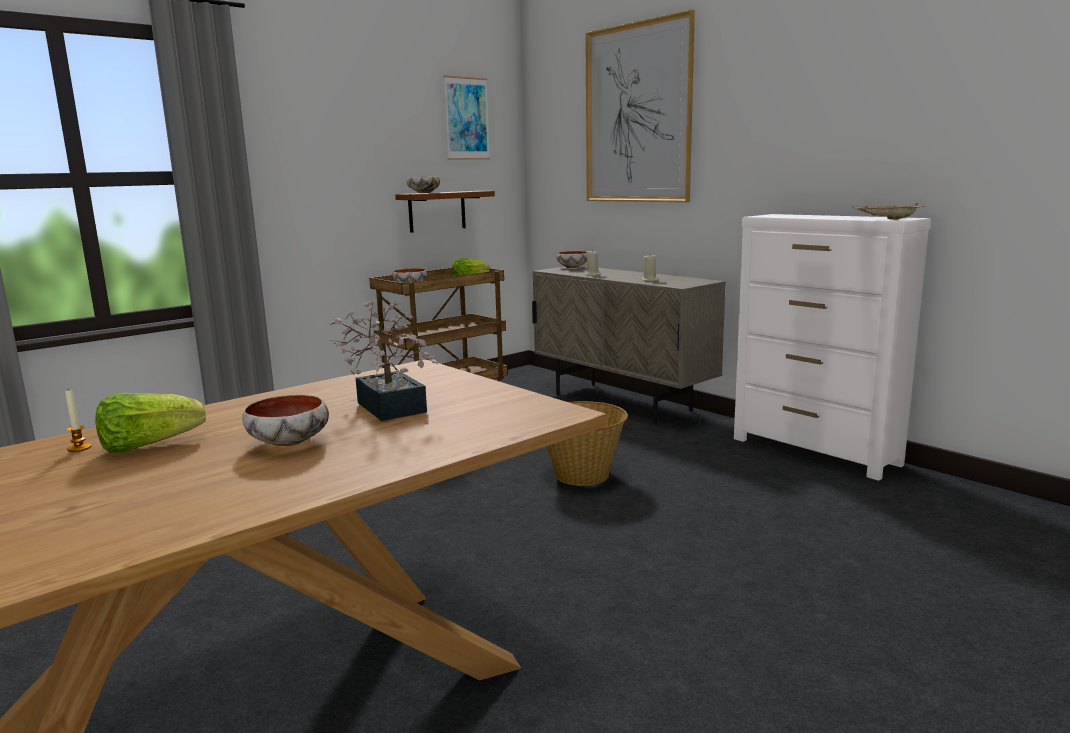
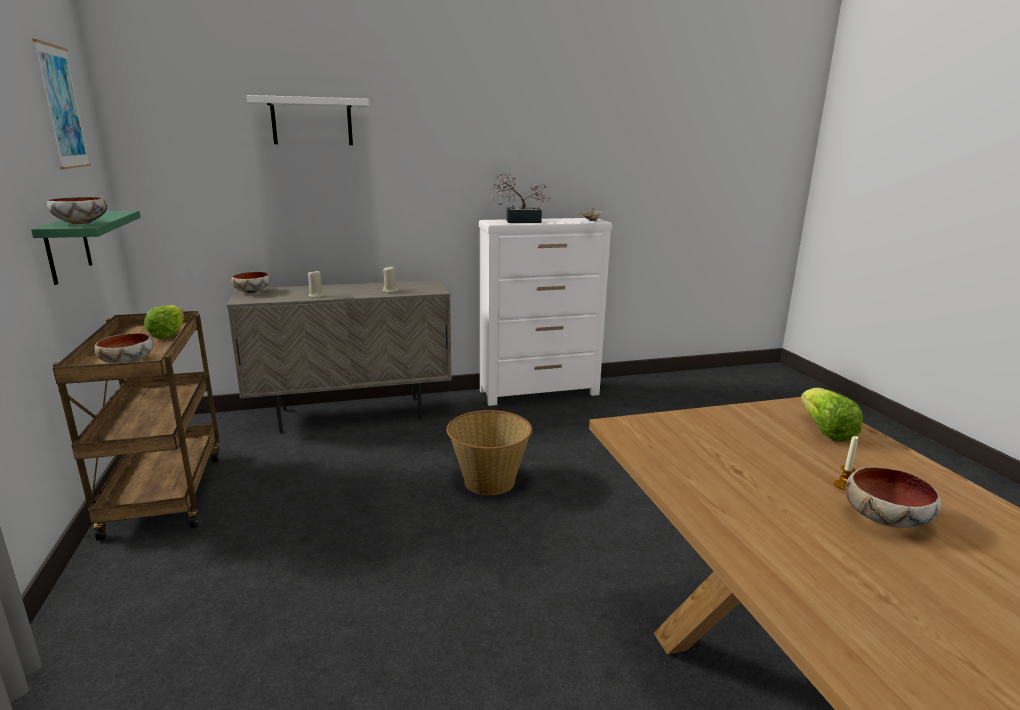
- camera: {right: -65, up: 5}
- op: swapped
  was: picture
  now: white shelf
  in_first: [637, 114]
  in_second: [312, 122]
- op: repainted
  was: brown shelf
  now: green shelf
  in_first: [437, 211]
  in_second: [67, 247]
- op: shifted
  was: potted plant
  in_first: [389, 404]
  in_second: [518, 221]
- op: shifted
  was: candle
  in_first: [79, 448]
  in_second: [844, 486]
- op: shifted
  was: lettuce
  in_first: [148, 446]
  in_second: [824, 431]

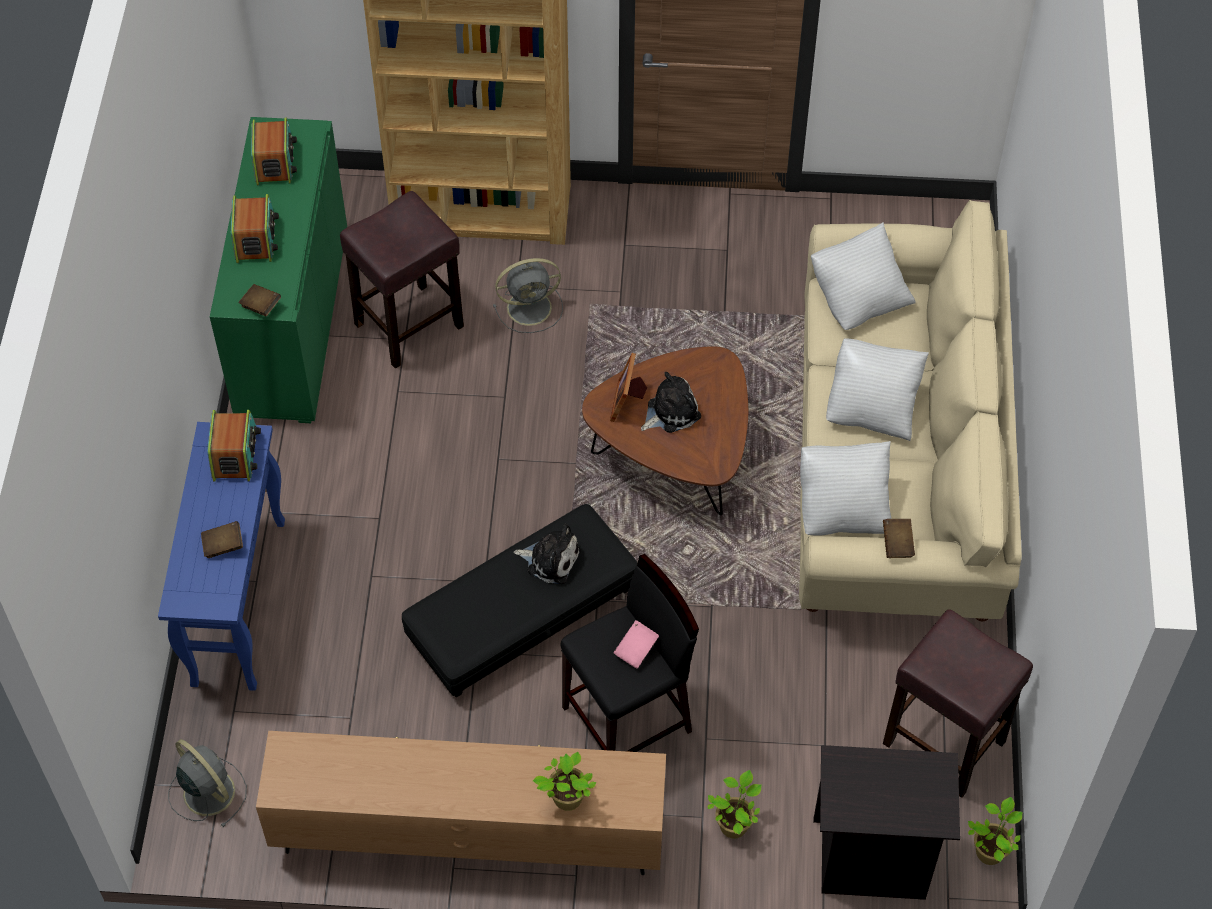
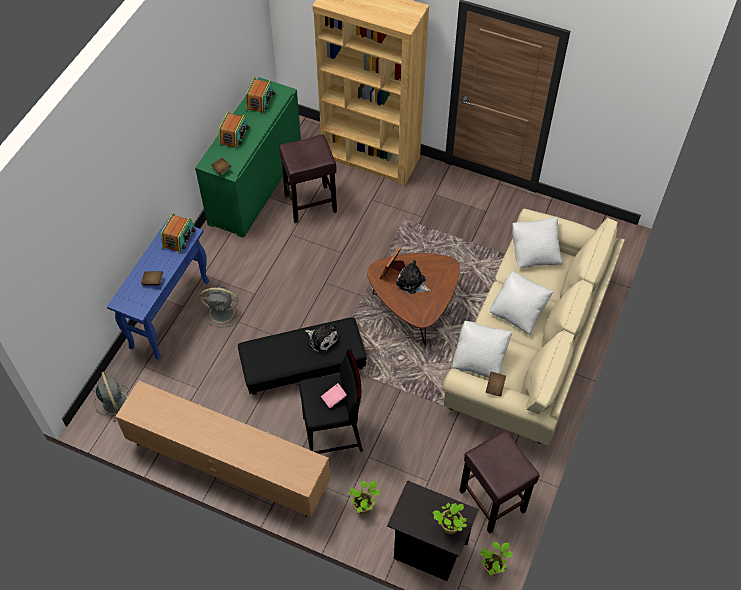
- camera: {right: 20, up: 0}
- op: shifted
  was: grey fan
  in_first: [531, 307]
  in_second: [223, 312]
- op: rotated
  was: plush toy
  in_first: [670, 411]
  in_second: [412, 283]
  clockwise: -135
- op: shifted
  was: potted plant
  in_first: [566, 799]
  in_second: [449, 527]

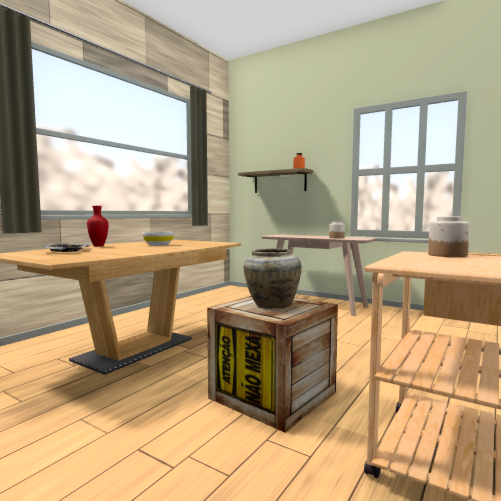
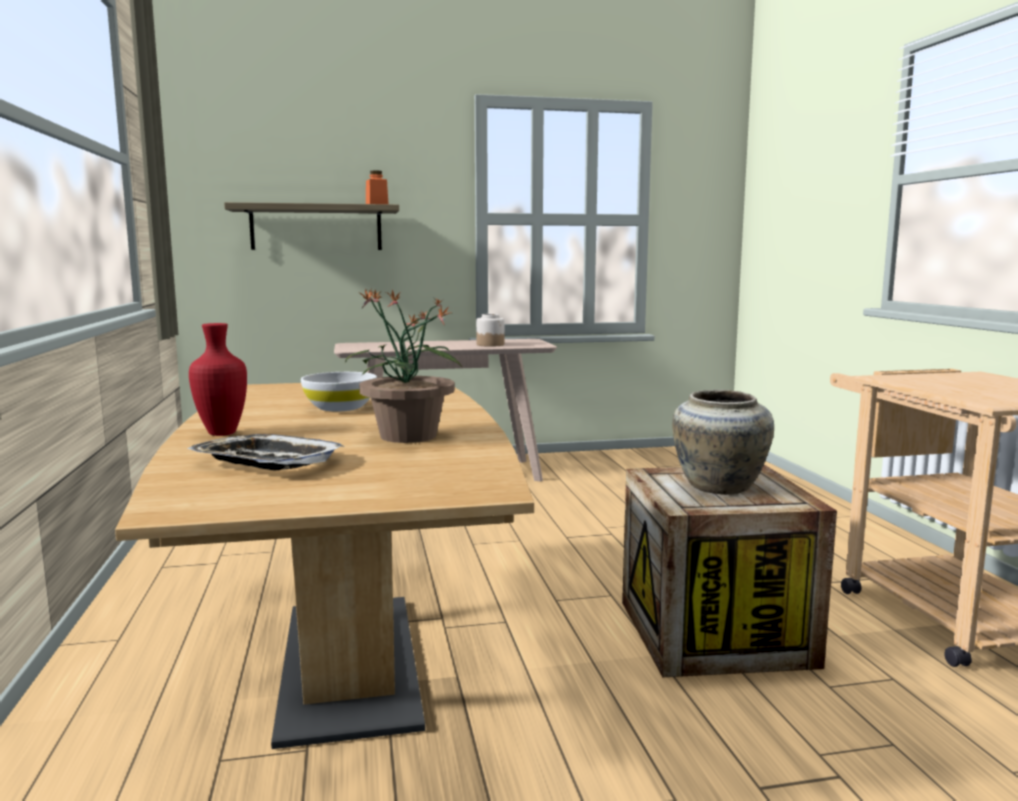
- camera: {right: -45, up: 5}
- op: gone
  was: jar
  in_first: [448, 255]
- op: new
  now: potted plant
  in_second: [408, 436]

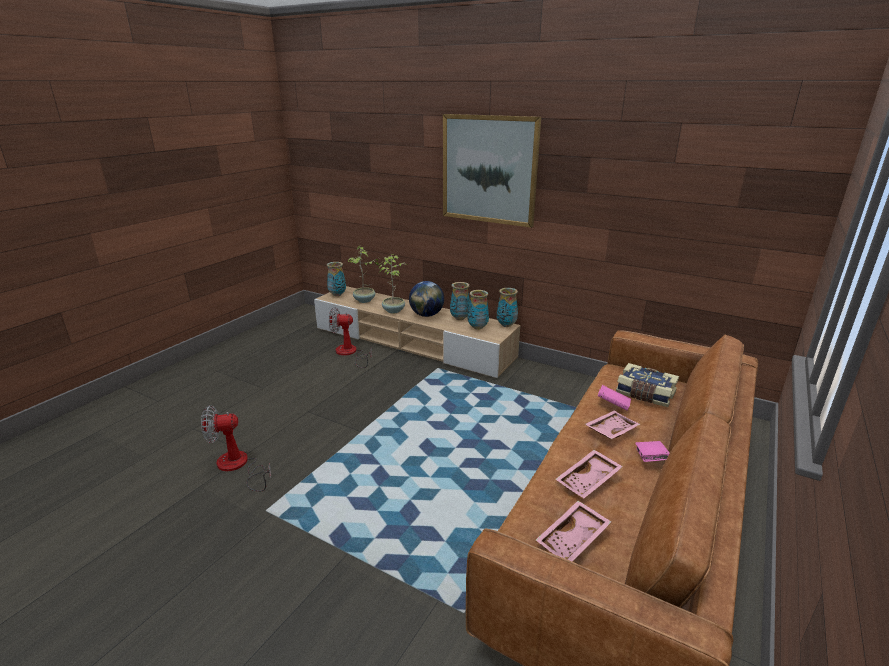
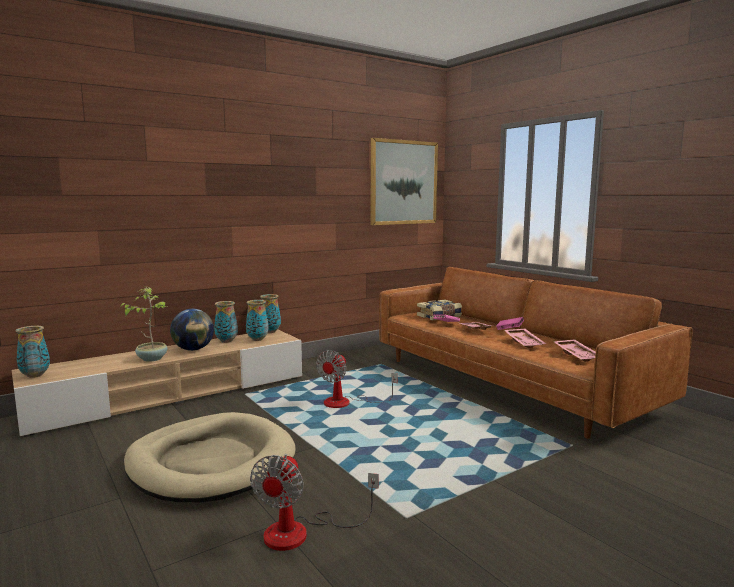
- camera: {right: -65, up: -15}
- op: shifted
  was: picture
  in_first: [489, 170]
  in_second: [403, 182]
- op: gone
  was: potted plant
  in_first: [364, 300]
- op: shifted
  was: fan
  in_first: [350, 353]
  in_second: [346, 403]
- op: new
  now: beige dog bed
  in_second: [211, 463]

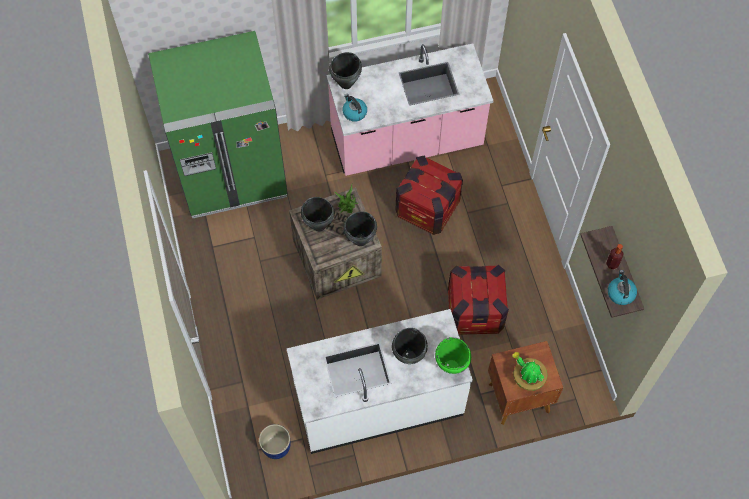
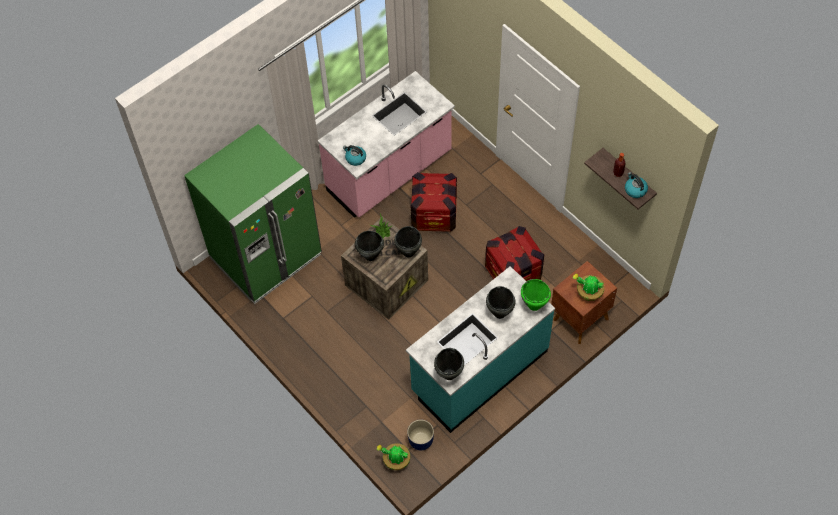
- camera: {right: -25, up: -5}
- op: shifted
  was: black cooking pot
  in_first: [346, 84]
  in_second: [449, 374]
- op: repainted
  was: white counter
  now: turquoise counter
  in_first: [378, 401]
  in_second: [479, 371]
- op: new
  now: potted plant
  in_second: [395, 461]

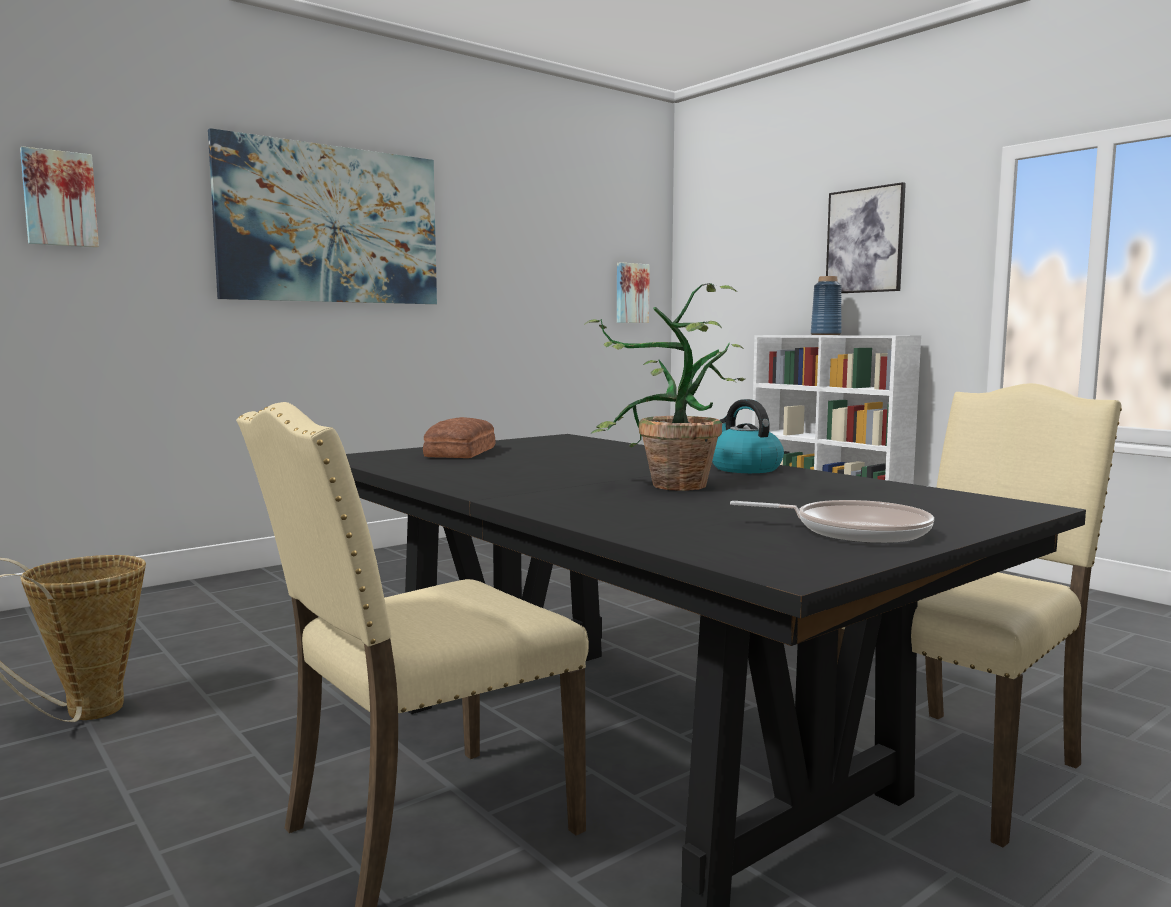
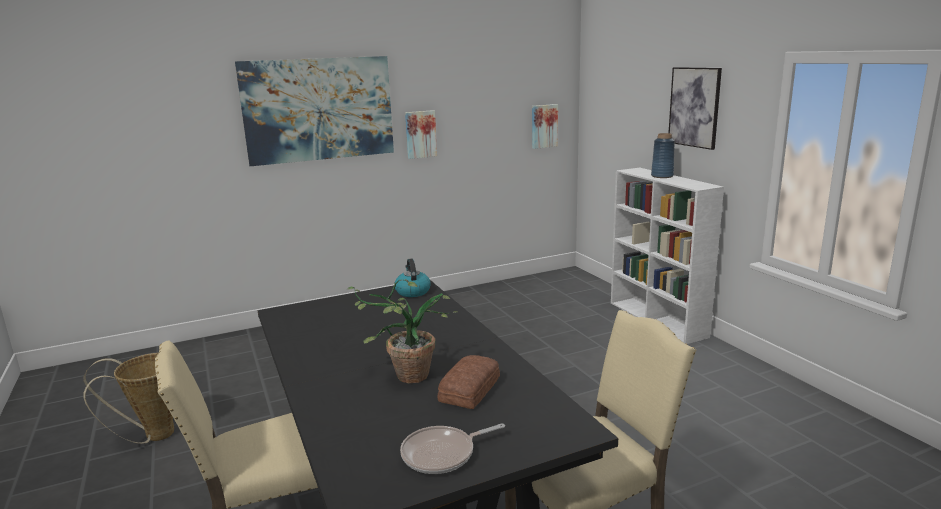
- camera: {right: 15, up: 10}
- op: shifted
  was: picture
  in_first: [59, 199]
  in_second: [420, 134]
- op: shifted
  was: kettle
  in_first: [744, 468]
  in_second: [412, 291]
- op: shifted
  was: bread
  in_first: [462, 452]
  in_second: [471, 389]
- op: rotated
  was: frying pan
  in_first: [853, 531]
  in_second: [442, 454]
  clockwise: 120

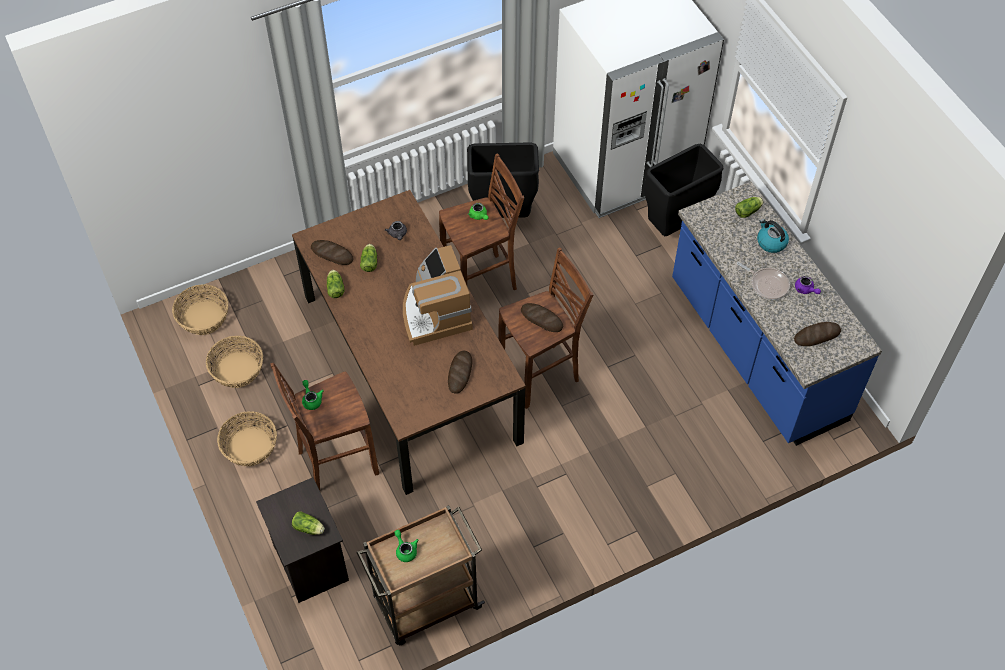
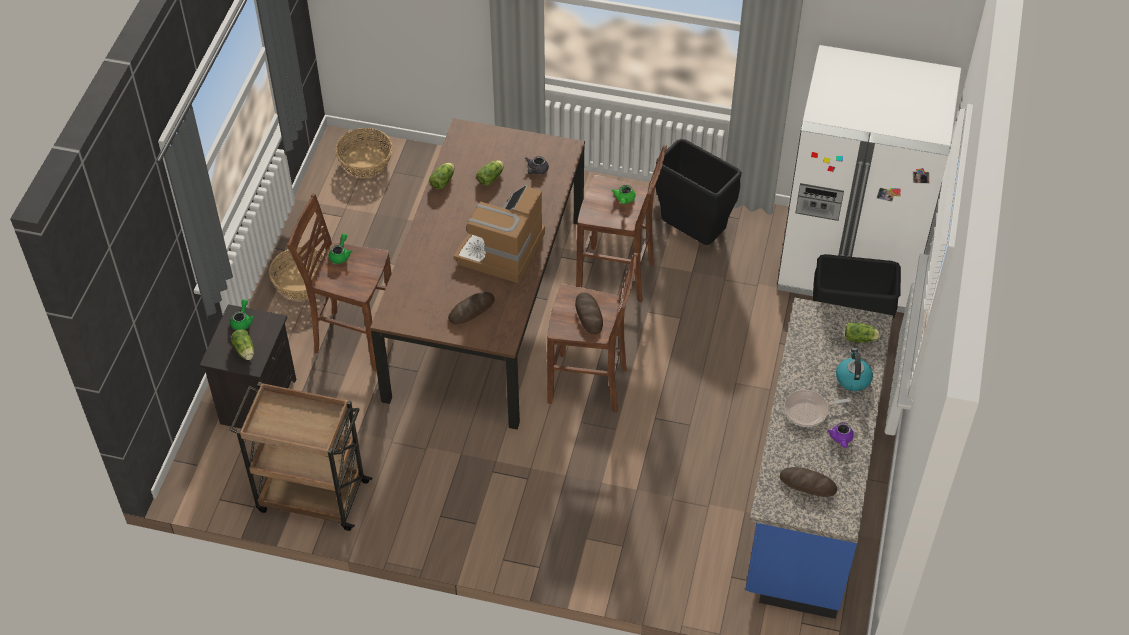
- camera: {right: 40, up: -5}
- op: gone
  was: bread
  in_first: [332, 254]
- op: rotated
  was: frying pan
  in_first: [767, 284]
  in_second: [808, 411]
  clockwise: 90
- op: gone
  was: basket
  in_first: [238, 369]
- op: shifted
  was: green teapot
  in_first: [405, 550]
  in_second: [242, 321]

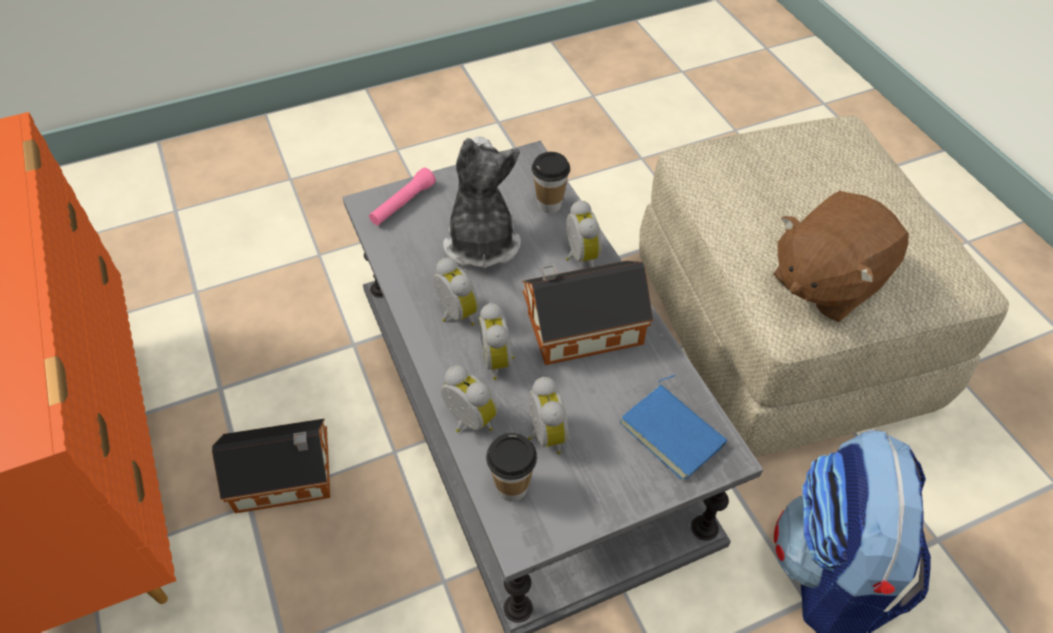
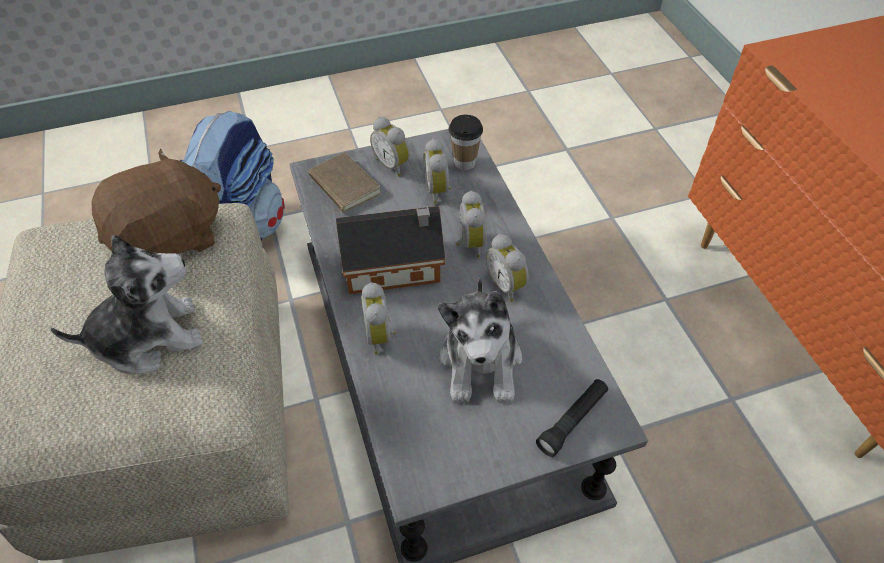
- camera: {right: -175, up: 0}
- op: gone
  was: cup
  in_first: [549, 205]
- op: repainted
  was: pink flashlight
  now: black flashlight
  in_first: [403, 204]
  in_second: [572, 421]
- op: shifted
  was: alarm clock
  in_first: [468, 422]
  in_second: [393, 165]
- op: repainted
  was: blue book
  now: brown book
  in_first: [674, 432]
  in_second: [342, 186]
- op: gone
  was: toy house
  in_first: [287, 478]
- op: new
  now: plush toy
  in_second: [149, 337]

